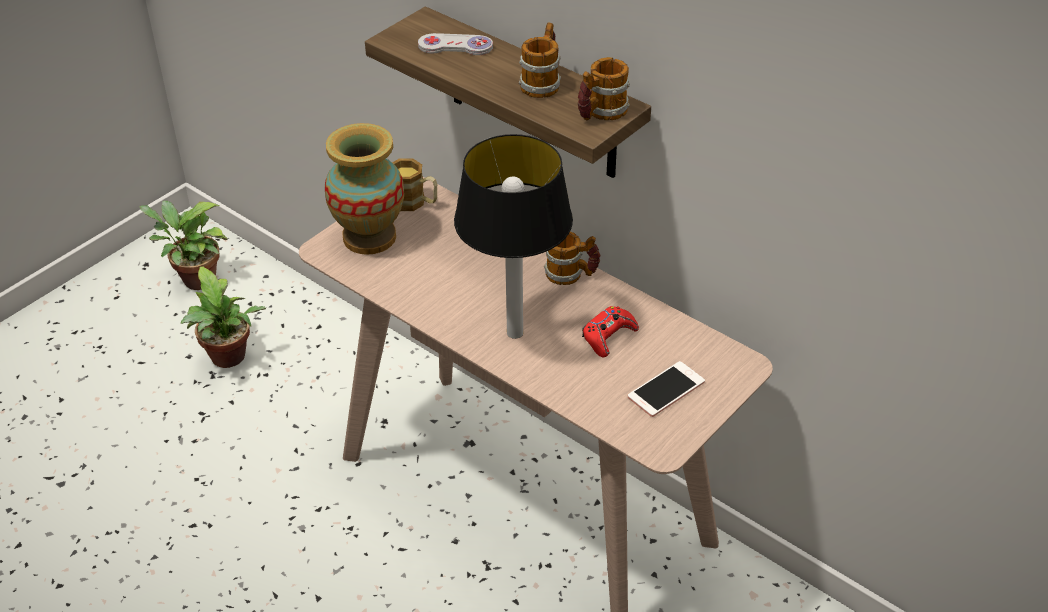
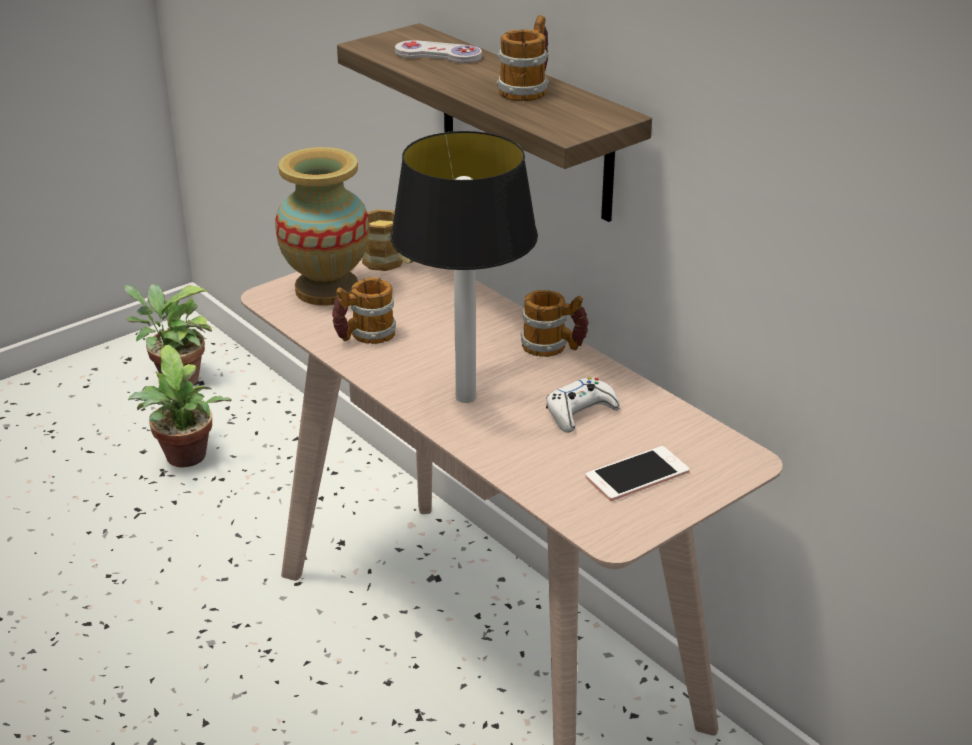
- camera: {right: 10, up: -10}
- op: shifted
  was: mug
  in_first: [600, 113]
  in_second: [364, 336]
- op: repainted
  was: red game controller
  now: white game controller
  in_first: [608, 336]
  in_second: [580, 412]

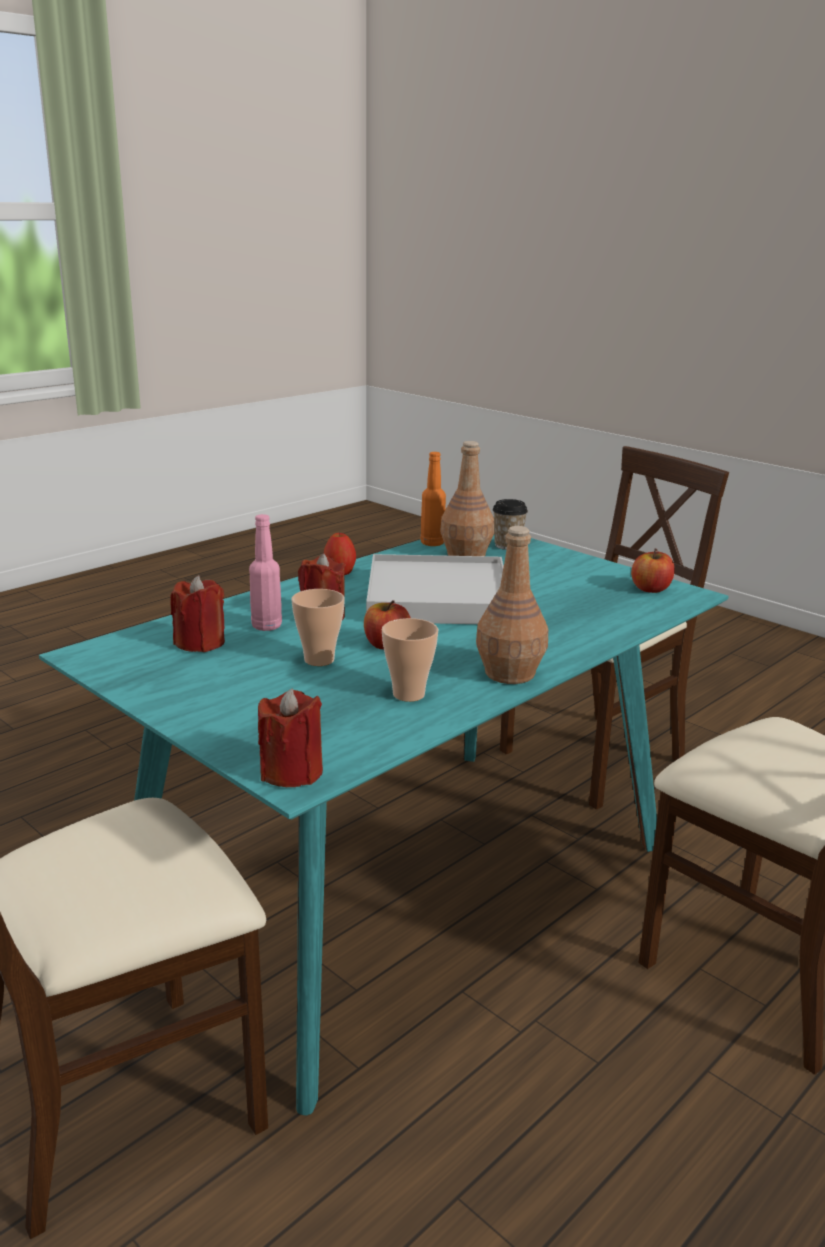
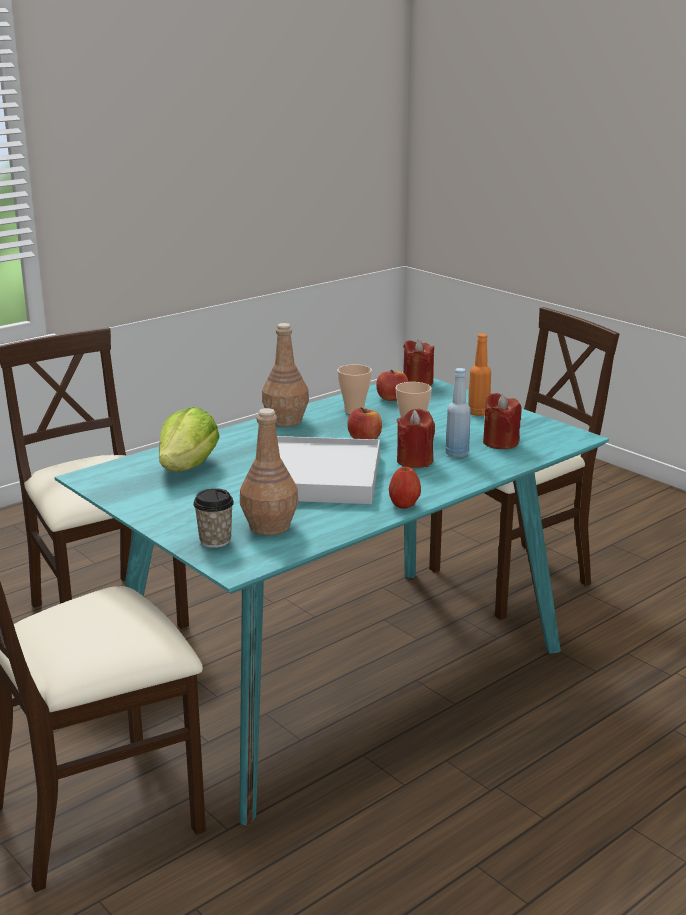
- camera: {right: -175, up: 0}
- op: shifted
  was: orange bottle
  in_first: [432, 543]
  in_second: [478, 413]
- op: repainted
  was: pink bottle
  now: blue bottle
  in_first: [266, 626]
  in_second: [456, 454]
- op: shifted
  was: apple
  in_first: [651, 589]
  in_second: [392, 398]
- op: new
  now: lettuce
  in_second: [188, 467]

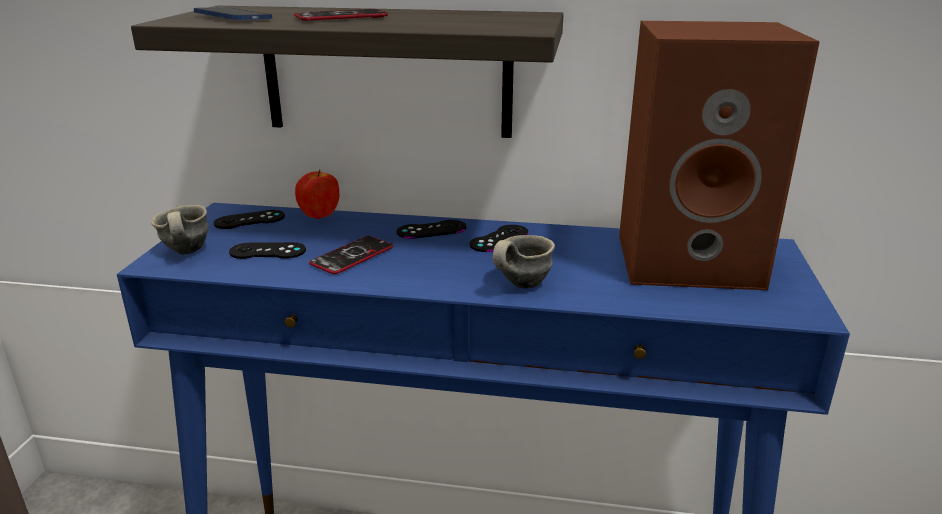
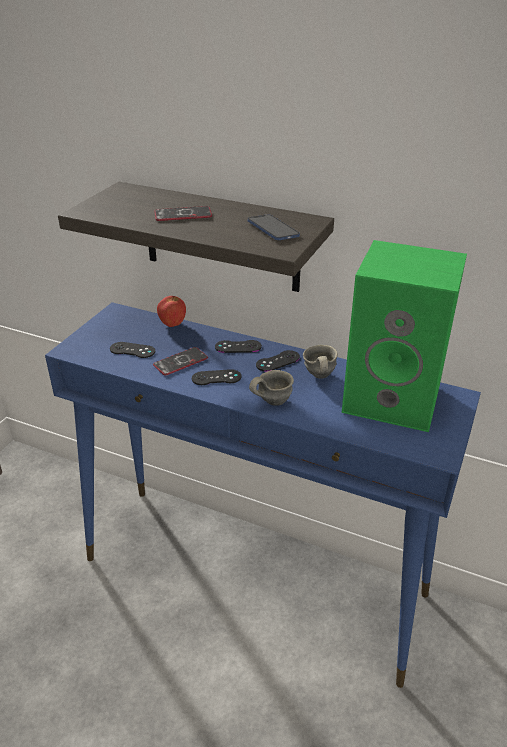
- camera: {right: 15, up: 10}
- op: shifted
  was: phone
  in_first: [232, 17]
  in_second: [273, 229]
- op: repainted
  was: brown speaker
  now: green speaker
  in_first: [691, 259]
  in_second: [394, 399]
- op: shifted
  was: grey mug
  in_first: [183, 253]
  in_second: [317, 377]
- op: shifted
  was: black game controller
  in_first: [249, 220]
  in_second: [216, 378]

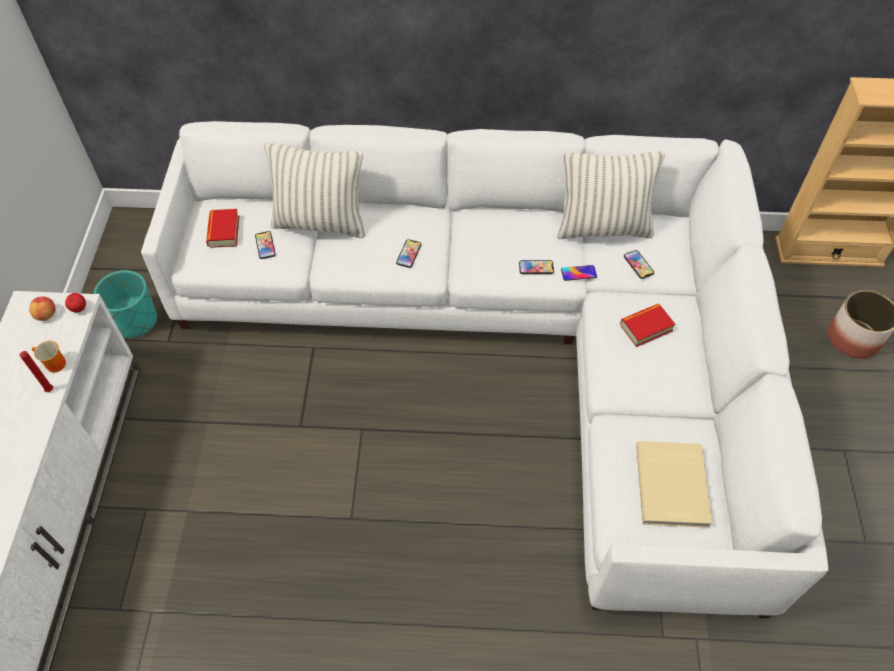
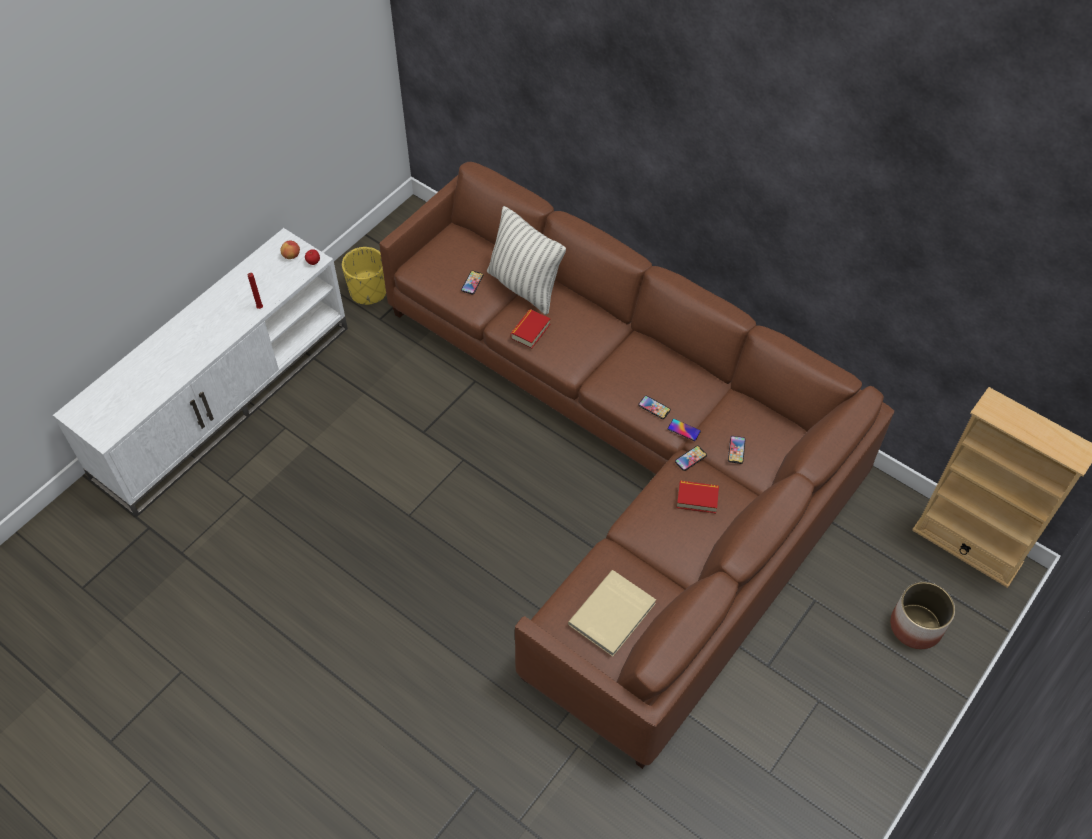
- camera: {right: 35, up: 0}
- op: repainted
  was: white sofa
  now: brown sofa
  in_first: [514, 338]
  in_second: [629, 460]
- op: gone
  was: pillow
  in_first: [603, 228]
- op: shifted
  was: book
  in_first: [223, 231]
  in_second: [530, 331]
- op: shifted
  was: phone
  in_first: [408, 254]
  in_second: [690, 458]
- op: repainted
  was: turquoise planter
  now: yellow planter
  in_first: [135, 321]
  in_second: [368, 292]
- op: gone
  was: mug
  in_first: [53, 365]

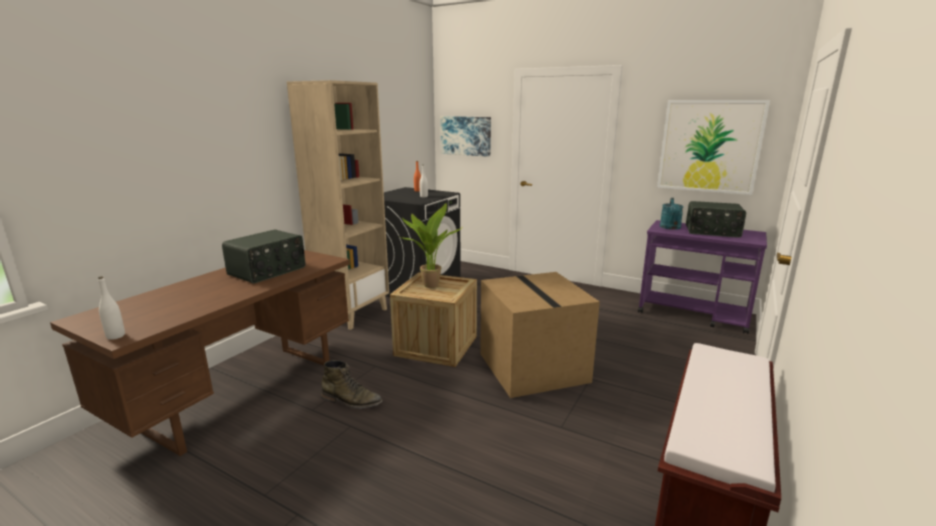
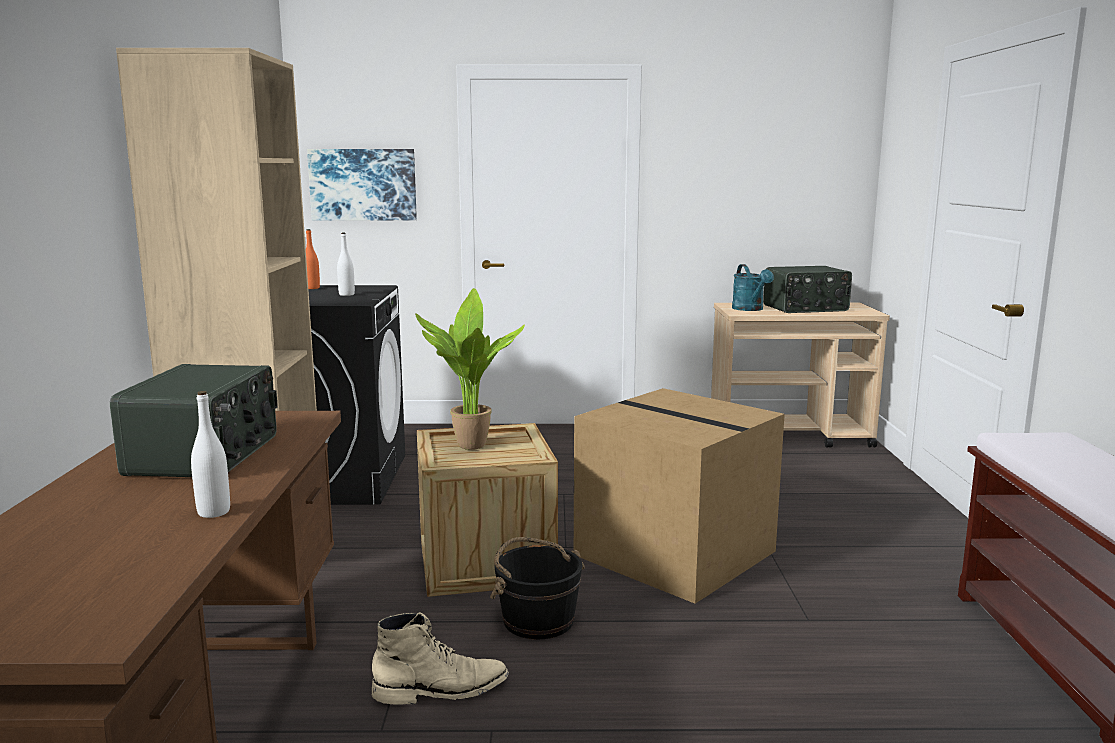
- camera: {right: -30, up: -5}
- op: gone
  was: picture
  in_first: [709, 146]
- op: repainted
  was: purple cart
  now: beige cart
  in_first: [693, 314]
  in_second: [790, 436]
- op: shifted
  was: white bottle
  in_first: [116, 336]
  in_second: [214, 512]
- op: repainted
  was: green boot
  now: beige boot
  in_first: [351, 401]
  in_second: [441, 690]
- op: new
  now: black bucket
  in_second: [537, 620]

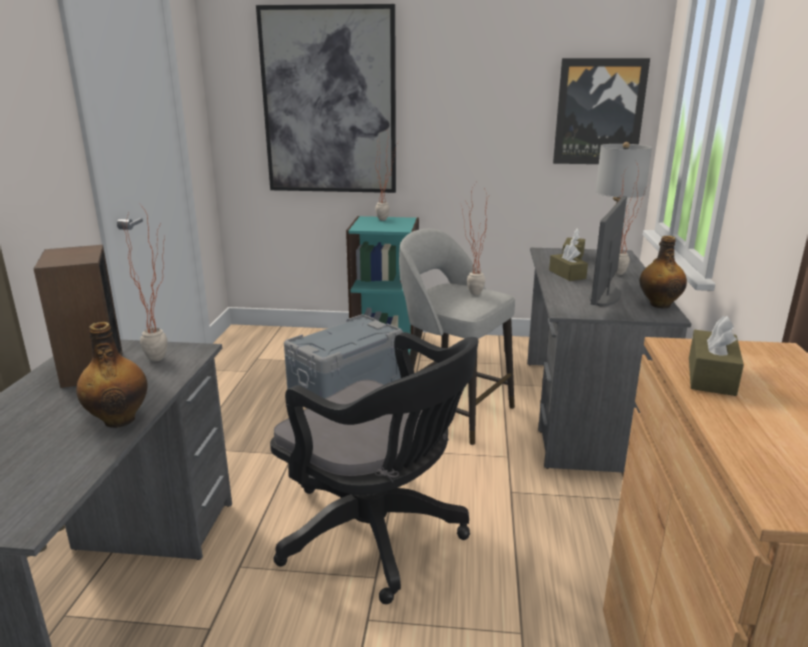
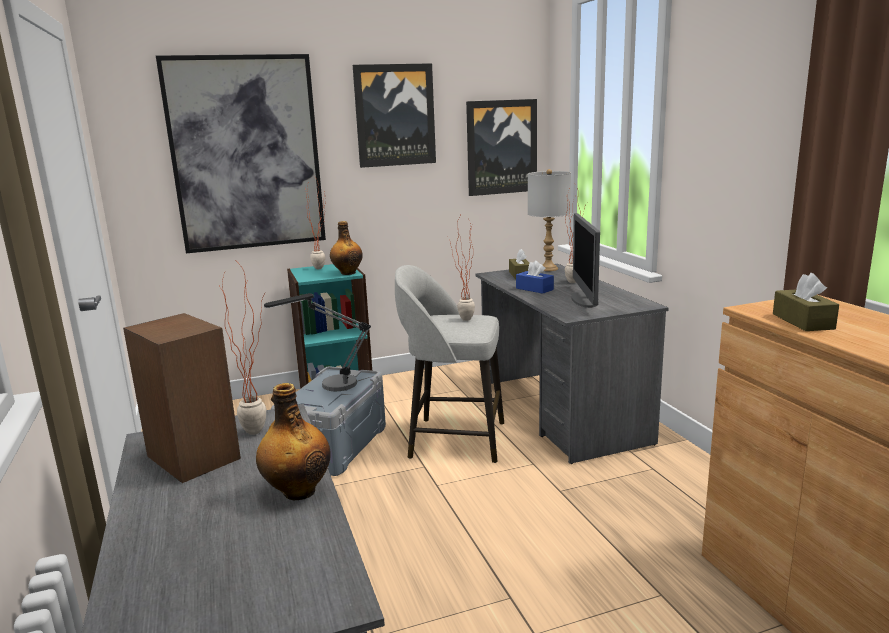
- camera: {right: -25, up: -5}
- op: shifted
  was: bottle
  in_first: [659, 304]
  in_second: [347, 273]
- op: repainted
  was: brown tissue box
  now: blue tissue box
  in_first: [567, 274]
  in_second: [534, 289]
- op: gone
  was: black office chair
  in_first: [378, 536]
- op: new
  now: picture
  in_second: [395, 115]
- op: new
  now: table lamp
  in_second: [329, 387]

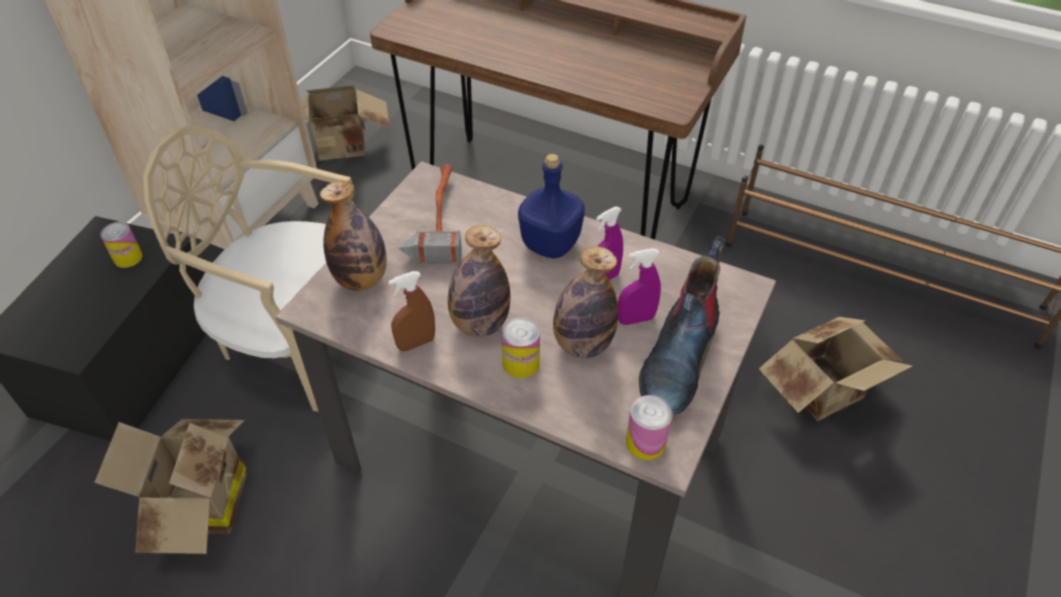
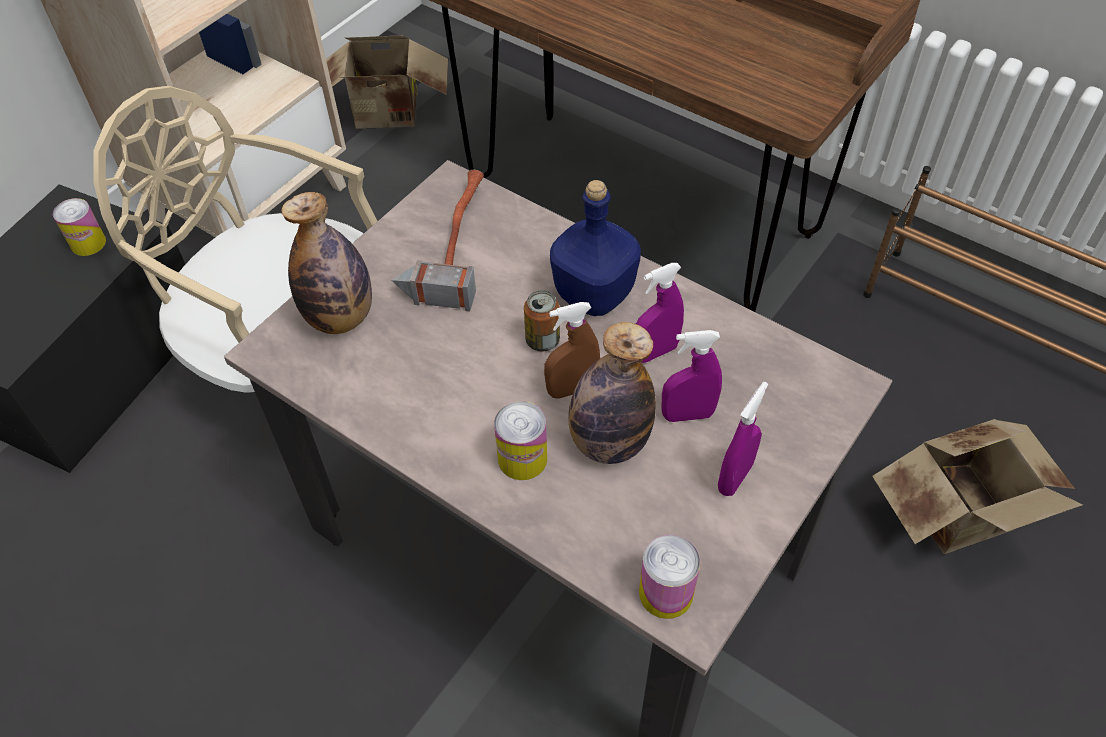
- camera: {right: 10, up: 5}
- op: gone
  was: bottle
  in_first: [479, 324]
- op: swapped
  was: boot
  now: purple spray bottle
  in_first: [679, 358]
  in_second: [735, 477]
- op: shifted
  was: brown spray bottle
  in_first: [416, 343]
  in_second: [572, 389]
- op: gone
  was: cardboard box
  in_first: [198, 506]
- op: new
  now: can
  in_second: [542, 340]

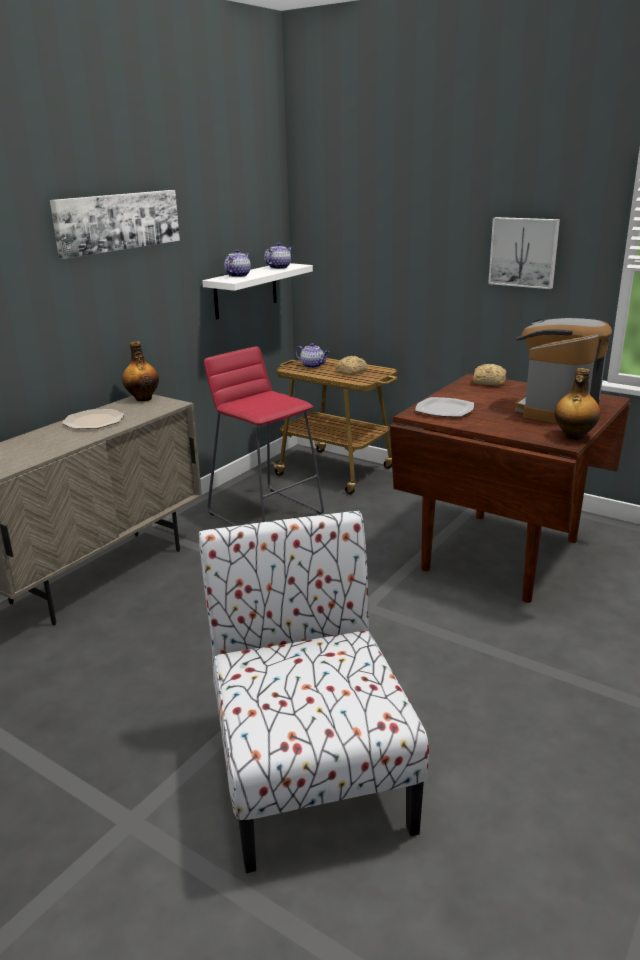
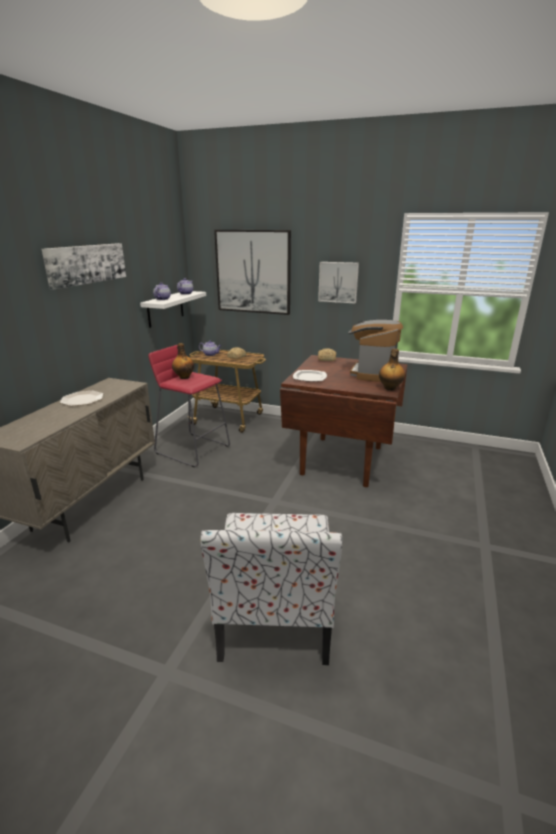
- camera: {right: -15, up: 0}
- op: shifted
  was: bottle
  in_first: [143, 398]
  in_second: [184, 377]
- op: rotated
  was: chair
  in_first: [309, 770]
  in_second: [274, 613]
  clockwise: -150
- op: new
  now: picture
  in_second: [253, 272]

